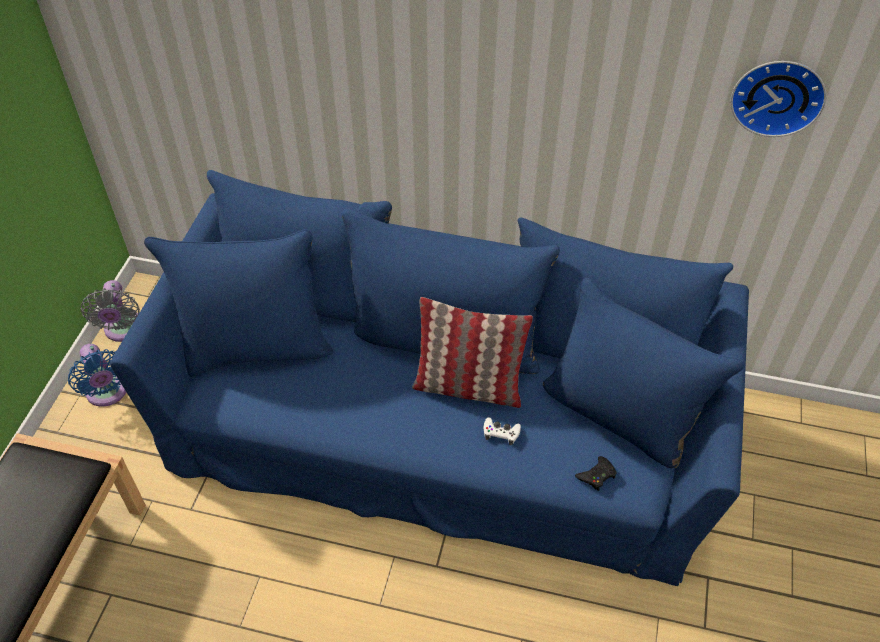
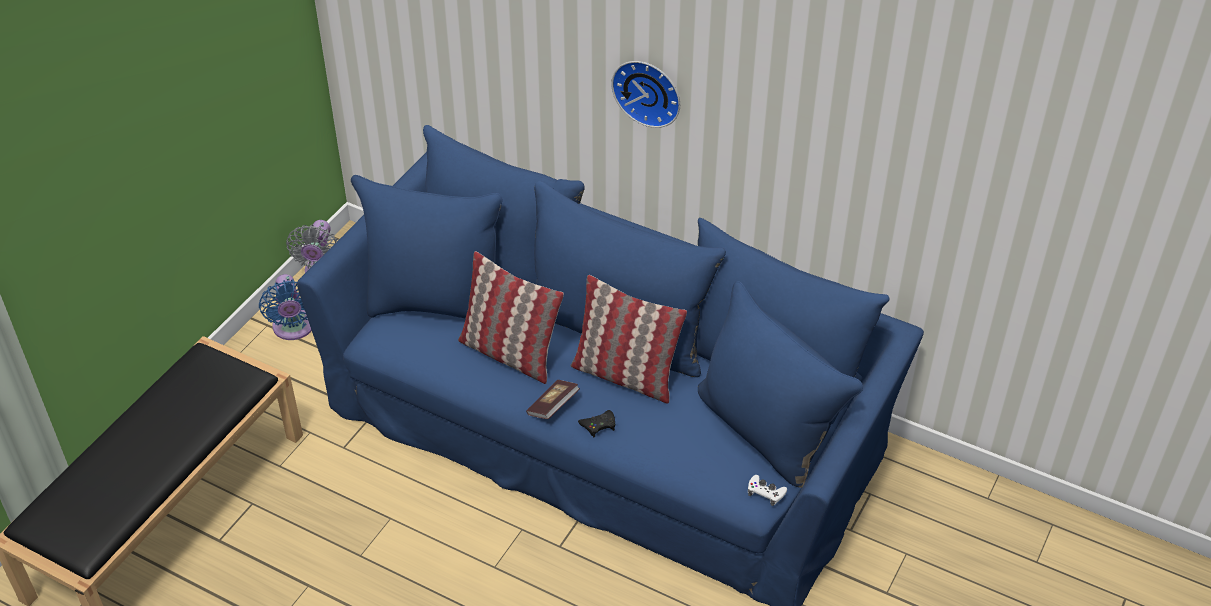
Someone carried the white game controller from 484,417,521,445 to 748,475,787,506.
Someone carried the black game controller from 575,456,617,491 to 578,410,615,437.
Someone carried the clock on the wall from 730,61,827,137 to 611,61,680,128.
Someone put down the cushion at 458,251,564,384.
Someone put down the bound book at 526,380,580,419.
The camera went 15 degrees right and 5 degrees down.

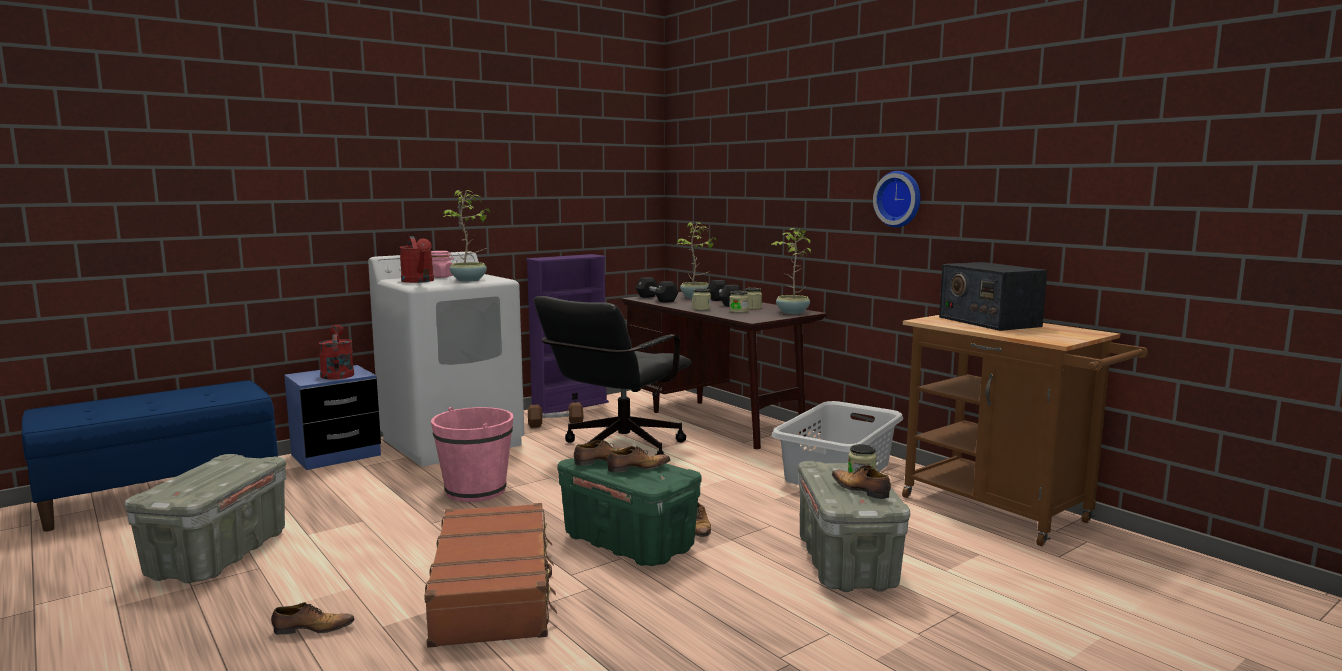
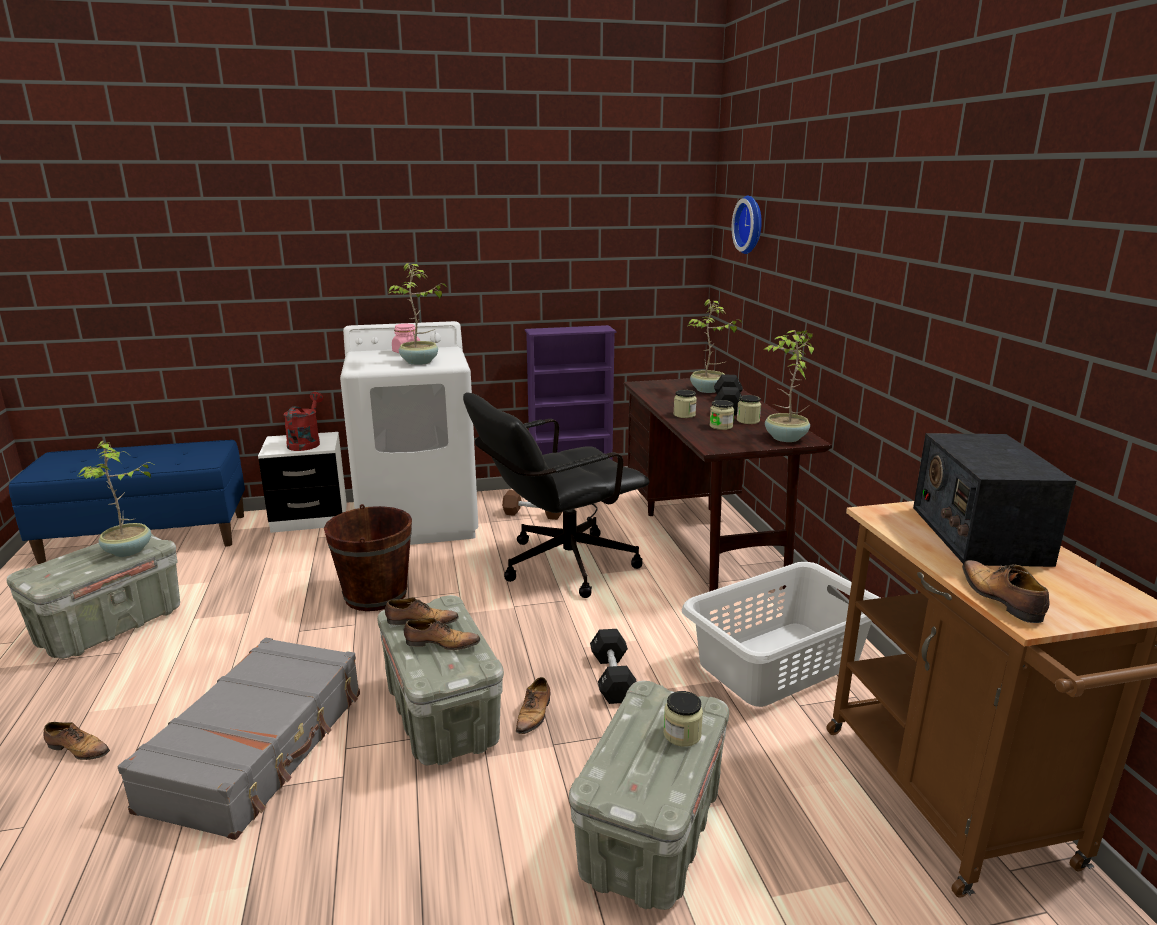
Someone repainted the blue bedside table at 284,365,381,470, which became the white bedside table at 258,432,347,533.
Someone took away the red sprinkling can at 399,236,434,283.
Someone repainted the brownish travel case at 424,503,557,648, which became the gray travel case at 118,638,360,840.
Someone repainted the pink water bucket at 431,407,513,502, which became the brownish water bucket at 324,504,412,611.
Someone repainted the greenish storage box at 557,448,702,566, which became the gray storage box at 377,595,504,765.
Someone carried the black hand weight from 636,277,679,303 to 590,629,637,704.
Someone carried the low shoe from 832,465,891,499 to 962,560,1050,623.
Someone carried the clock on the wall from 873,171,921,227 to 732,196,762,254.
Someone put down the houseplant at 78,441,153,557.
The camera went 25 degrees right and 10 degrees up.

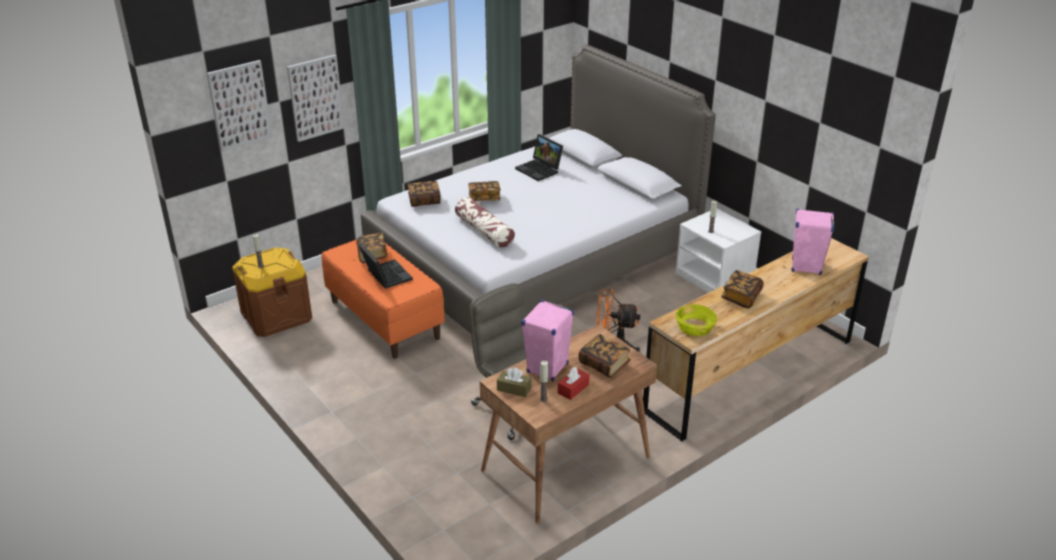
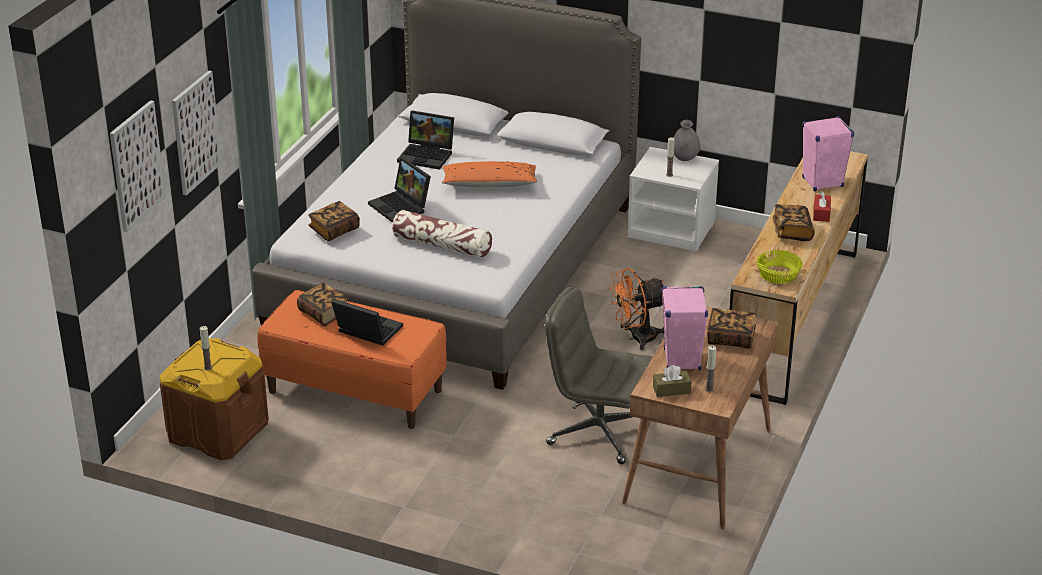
Someone swapped the bound book at 468,181,501,201 for the portable computer at 368,158,431,223.
Someone carried the red tissue holder from 558,367,589,400 to 813,191,831,222.
Someone put down the orange cushion at 442,161,538,188.
Someone put down the gray flower vase at 674,120,700,161.
The camera went 30 degrees left and 0 degrees up.

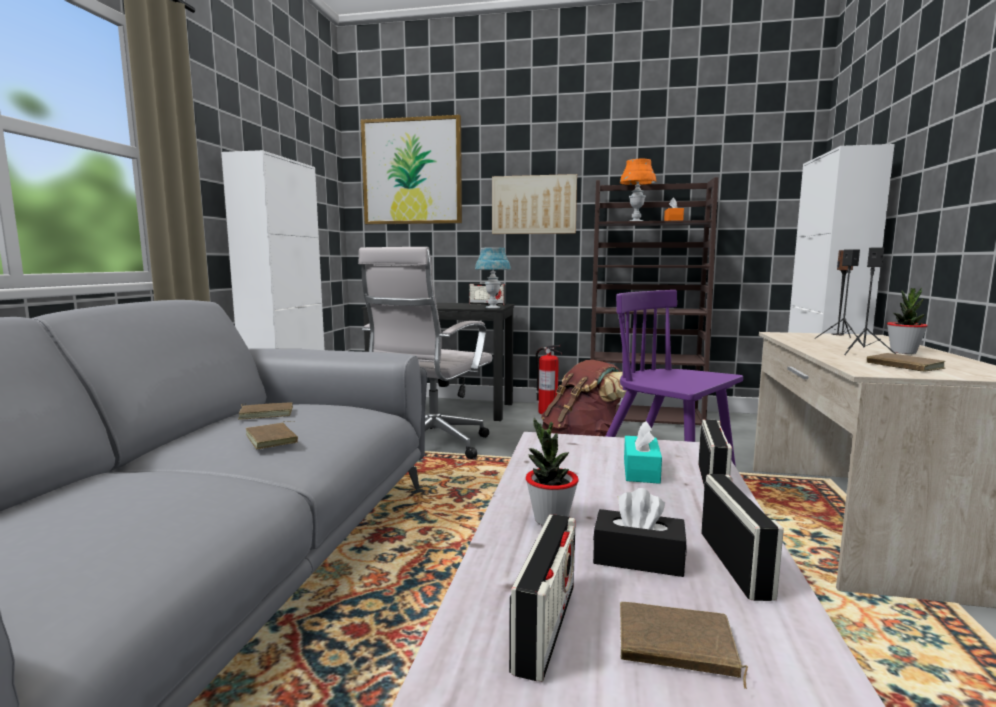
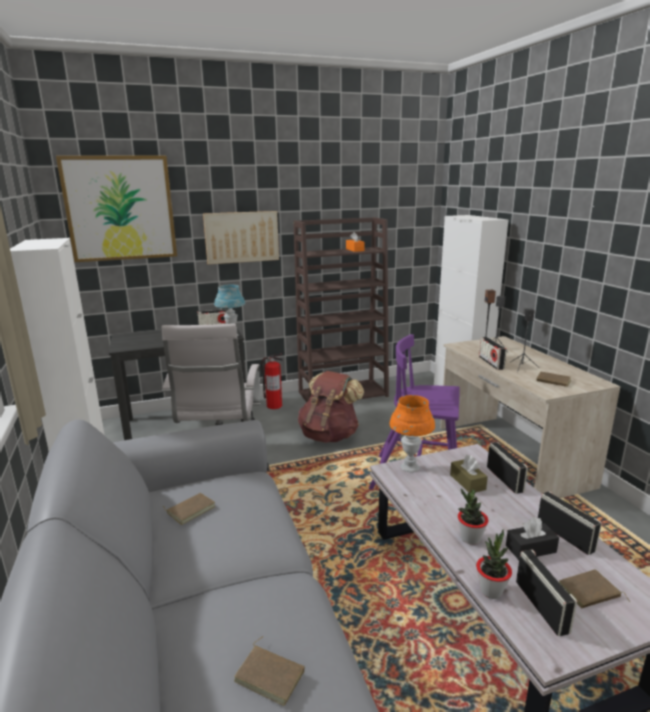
Someone carried the brownish bound book from 245,421,298,449 to 234,636,305,706.
Someone carried the orange table lamp from 620,159,656,221 to 390,395,435,472.
Someone repainted the turquoise-coloured tissue holder at 624,421,662,484, which became the brownish tissue holder at 450,455,488,493.
Someone carried the houseplant from 887,288,928,354 to 476,529,512,599.
Someone put down the radio receiver at 479,337,506,370.
The camera went 30 degrees left and 10 degrees up.

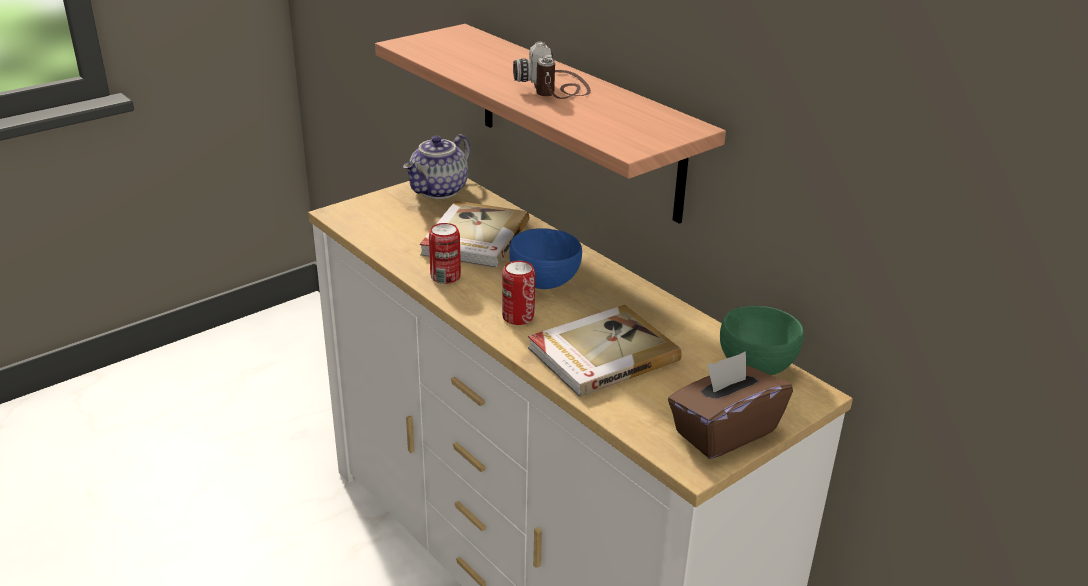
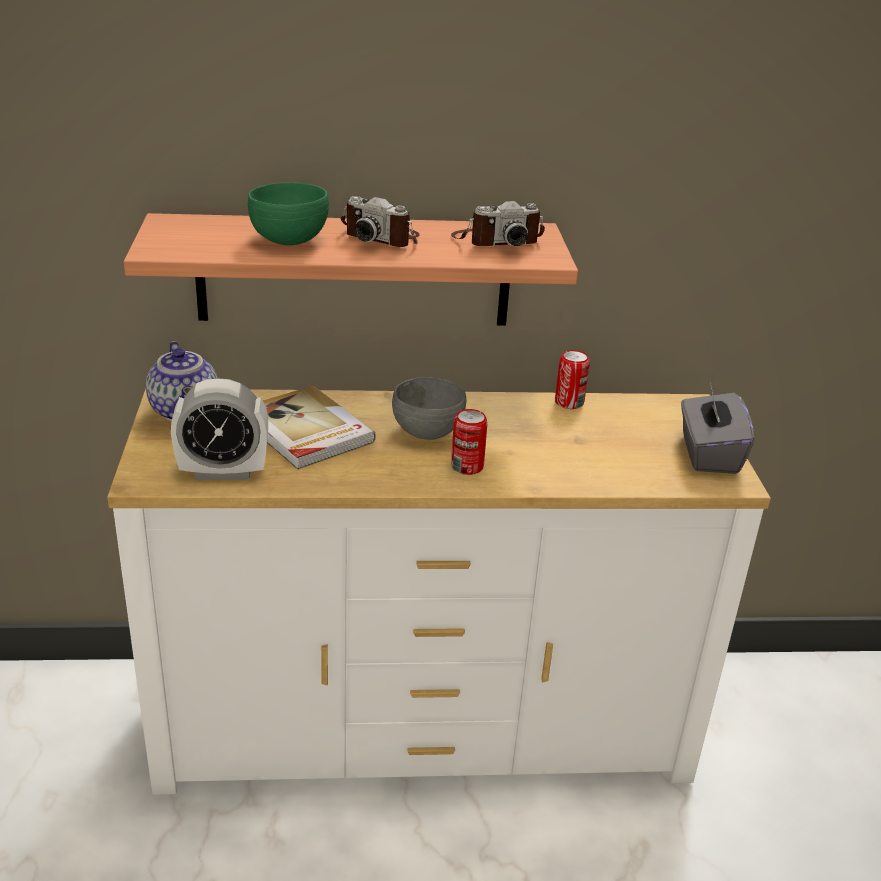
Someone carried the sealed can from 429,223,461,284 to 555,350,590,409.
Someone repainted the blue bowl at 509,228,582,289, which became the gray bowl at 392,377,466,440.
Someone took away the bound book at 528,305,682,397.
Someone repainted the brownish tissue holder at 668,351,793,459, which became the gray tissue holder at 681,382,754,474.
Someone carried the greenish bowl from 720,306,804,375 to 248,182,329,245.
Someone put down the alarm clock at 171,378,268,480.
Someone put down the photo camera at 451,201,545,246.
The camera went 55 degrees left and 0 degrees up.

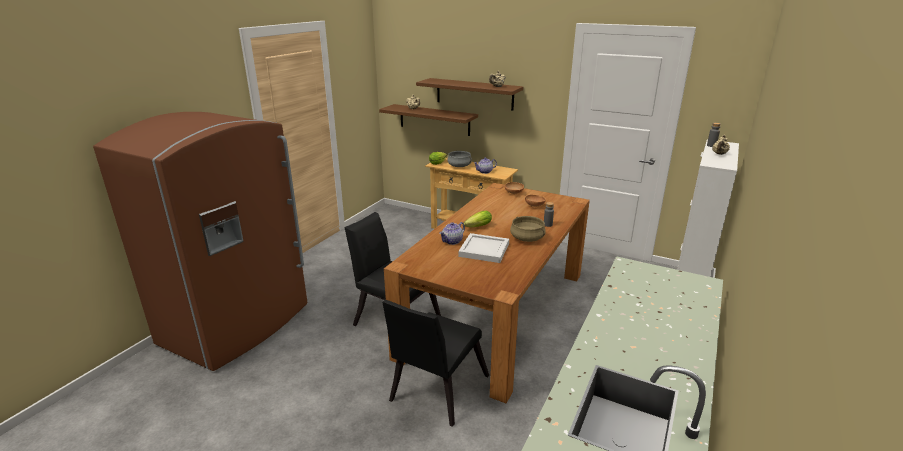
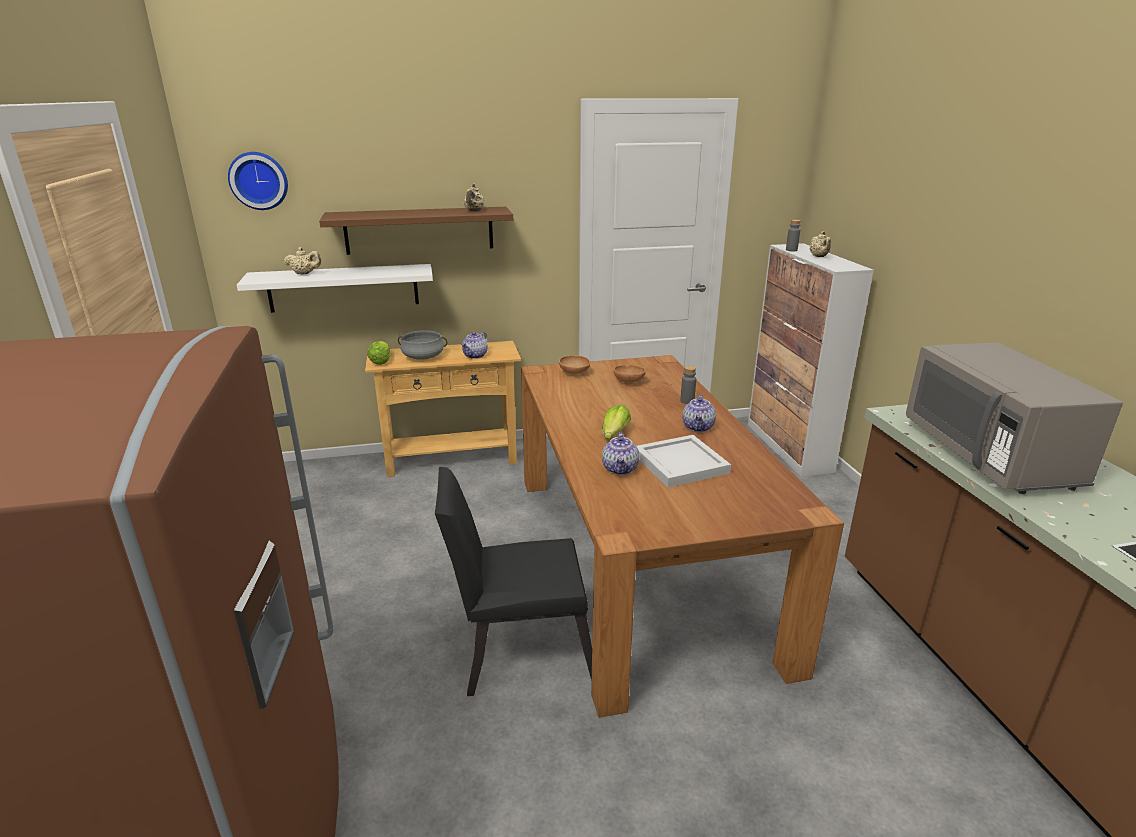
Someone repainted the brownish wall shelf at 379,104,478,136, which became the white wall shelf at 237,264,433,313.
Someone took away the black plain chair at 382,300,489,427.
Someone swapped the beige-coloured cooking pot at 510,216,545,242 for the pot for tea at 682,395,716,432.
Someone put up the clock on the wall at 228,152,288,210.
Someone put down the gray microwave at 906,342,1123,494.
The camera went 40 degrees left and 0 degrees up.

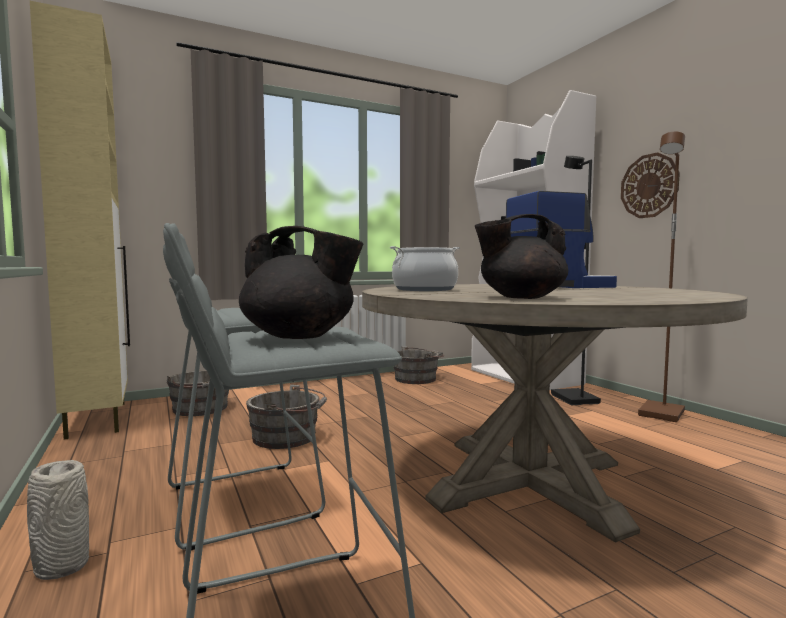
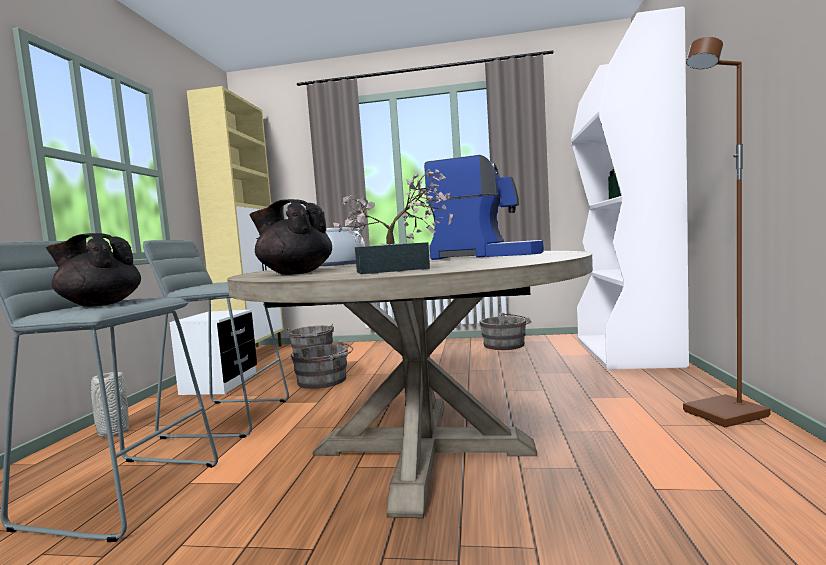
Someone rotated the black pot for tea at 239,226,364,339 by 135 degrees clockwise.
Someone took away the black standing lamp at 551,156,601,405.
Someone took away the clock on the wall at 621,152,680,218.
Someone put down the white bedside table at 170,310,257,395.
Someone put down the houseplant at 333,169,453,274.
The camera went 35 degrees right and 0 degrees up.

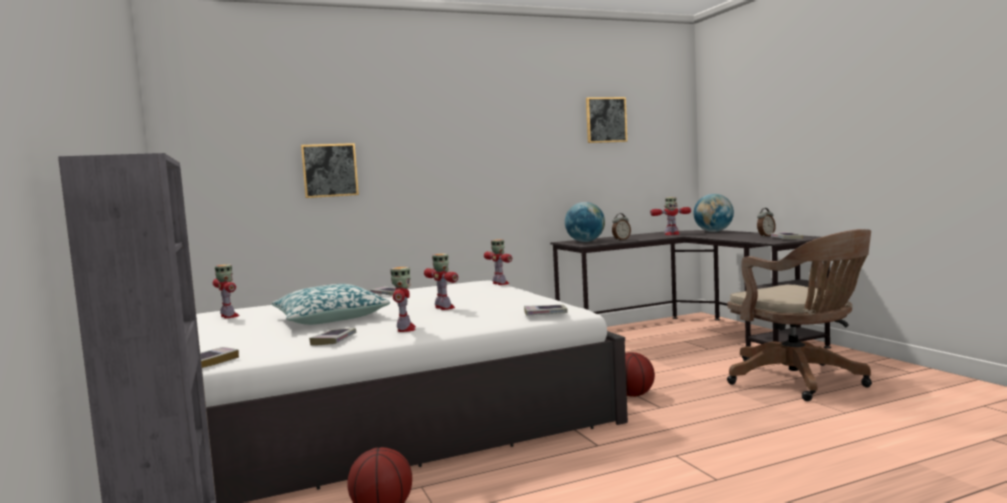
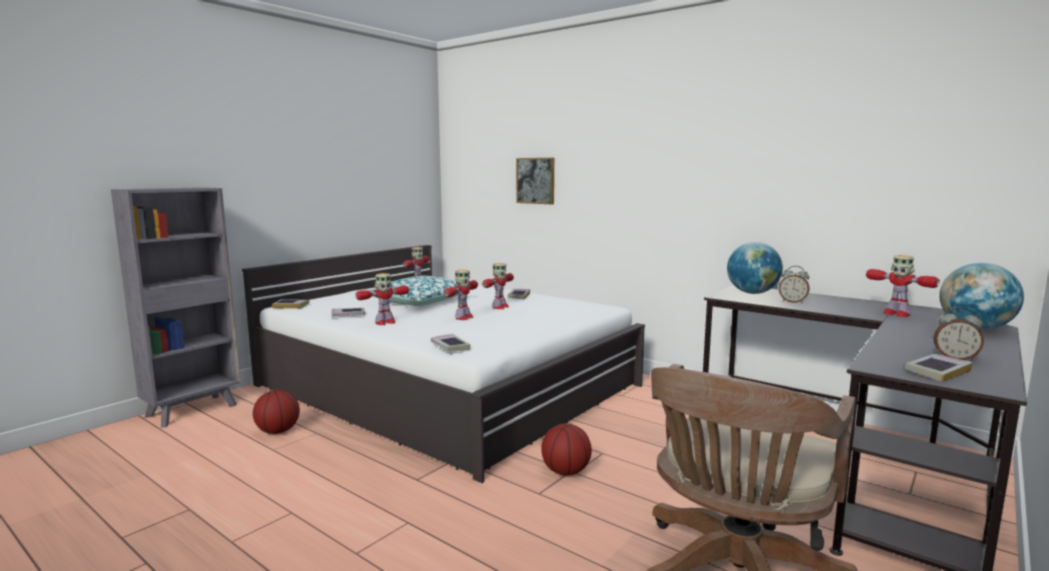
Someone carried the toy robot from 484,239,512,285 to 482,263,514,309.
Someone took away the wall art at 586,97,627,143.
The camera went 60 degrees right and 5 degrees up.

